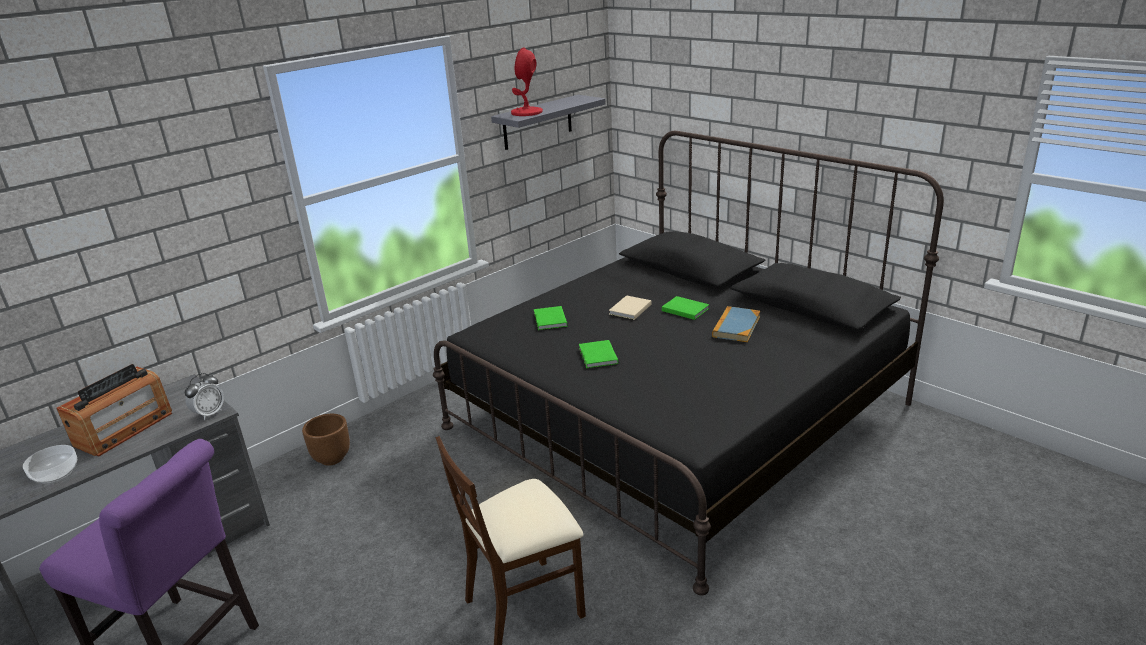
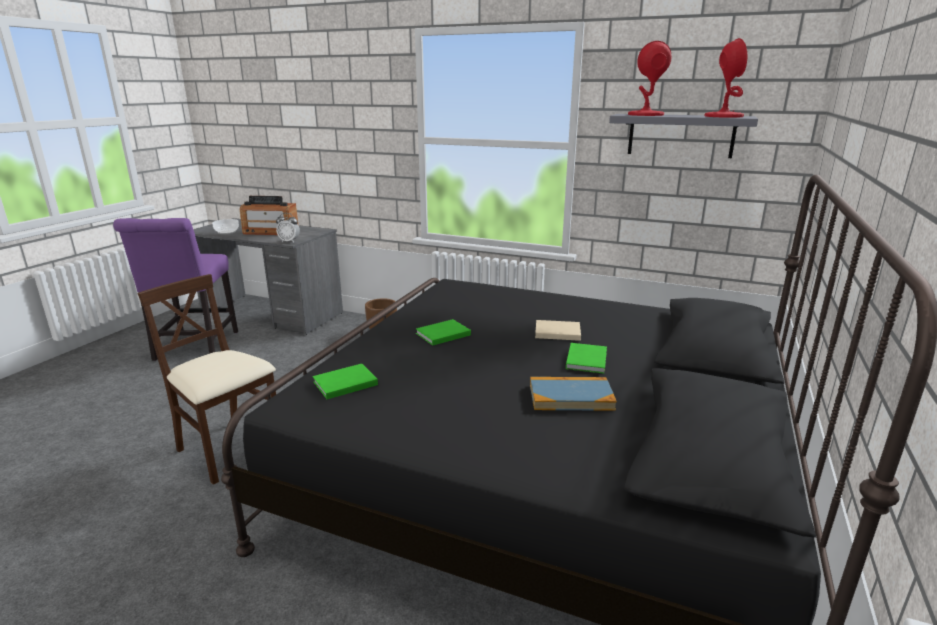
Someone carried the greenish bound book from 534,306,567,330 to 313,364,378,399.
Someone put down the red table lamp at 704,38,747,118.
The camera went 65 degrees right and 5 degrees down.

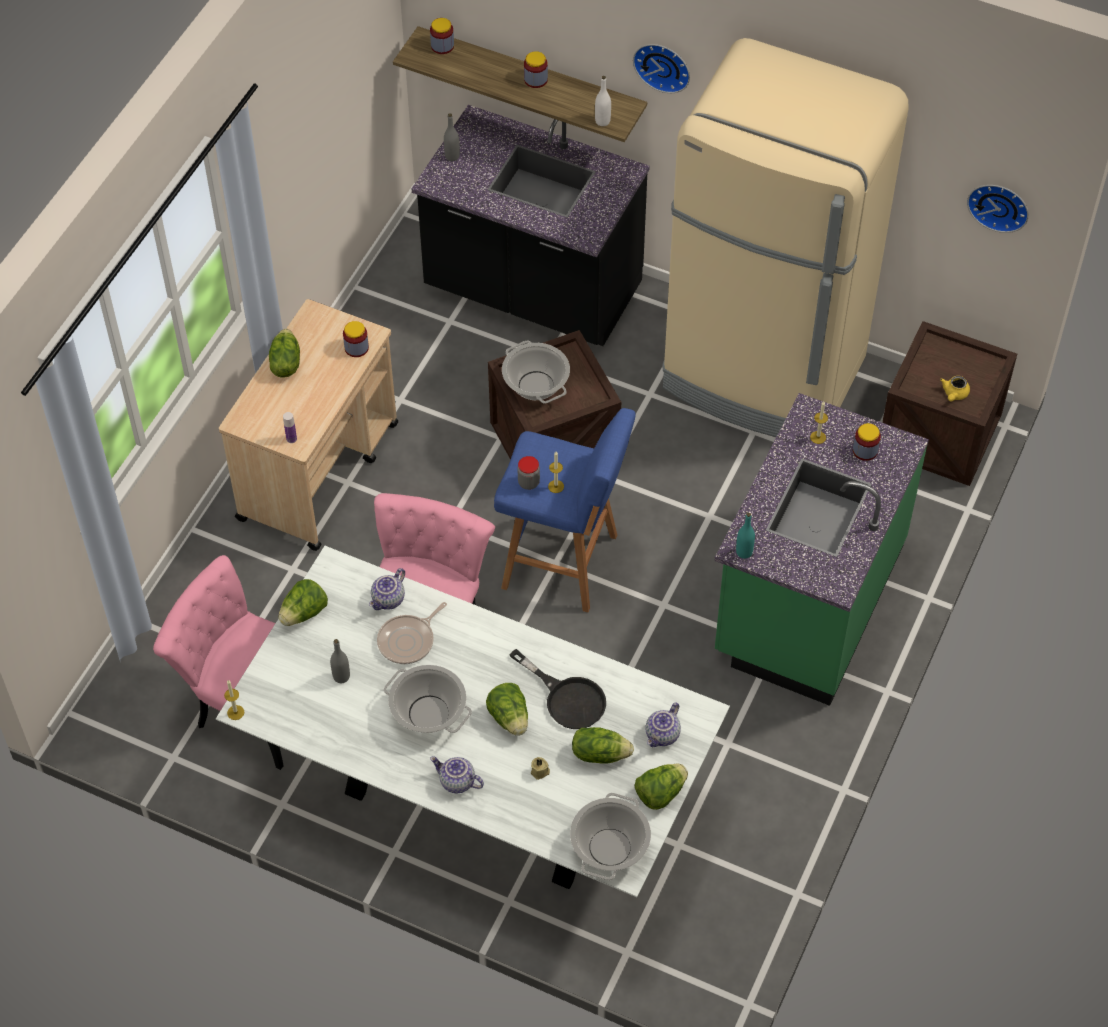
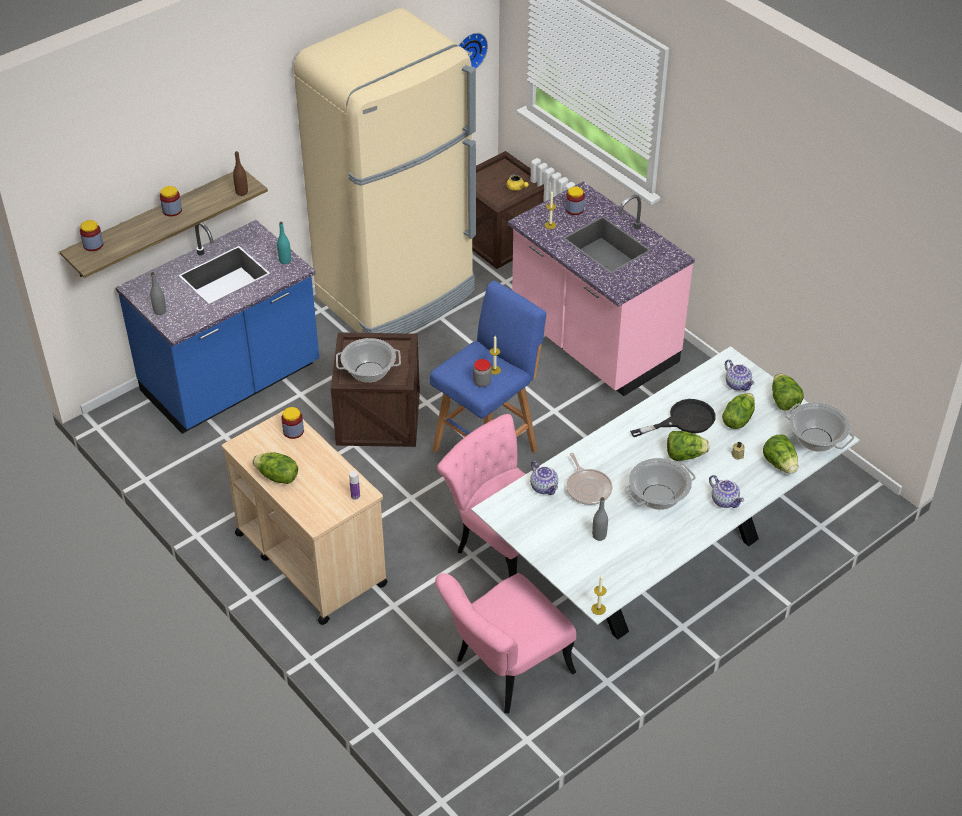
Someone carried the head of lettuce from 279,579,328,626 to 763,434,798,474.
Someone repainted the black kitchen counter at 412,105,650,346, which became the blue kitchen counter at 116,220,320,434.
Someone rotated the pot for tea at 430,756,484,793 by 90 degrees counterclockwise.
Someone repainted the white beverage bottle at 595,76,611,126, which became the brownish beverage bottle at 233,151,248,196.
Someone took away the clock on the wall at 633,44,690,93.
Someone repainted the greenish kitchen counter at 715,393,929,706, which became the pink kitchen counter at 508,182,695,396.
Someone carried the turquoise-coloured beverage bottle from 736,513,755,559 to 277,222,291,264.
The camera went 65 degrees left and 10 degrees down.

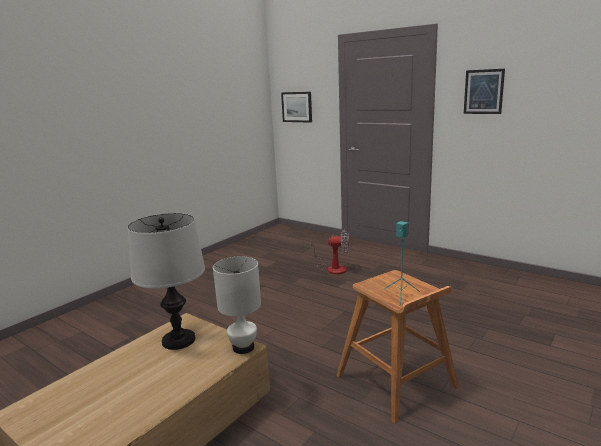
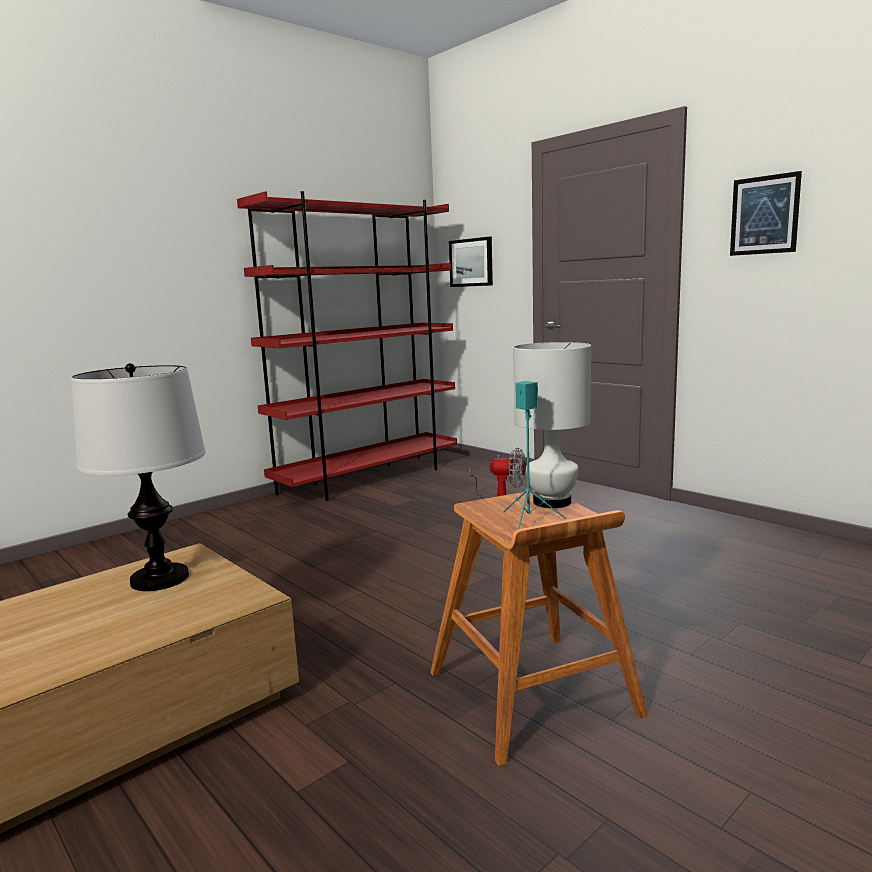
Someone carried the white table lamp from 213,256,261,354 to 513,342,591,508.
Someone put down the red shelving unit at 237,191,457,501.
The camera went 10 degrees right and 5 degrees down.

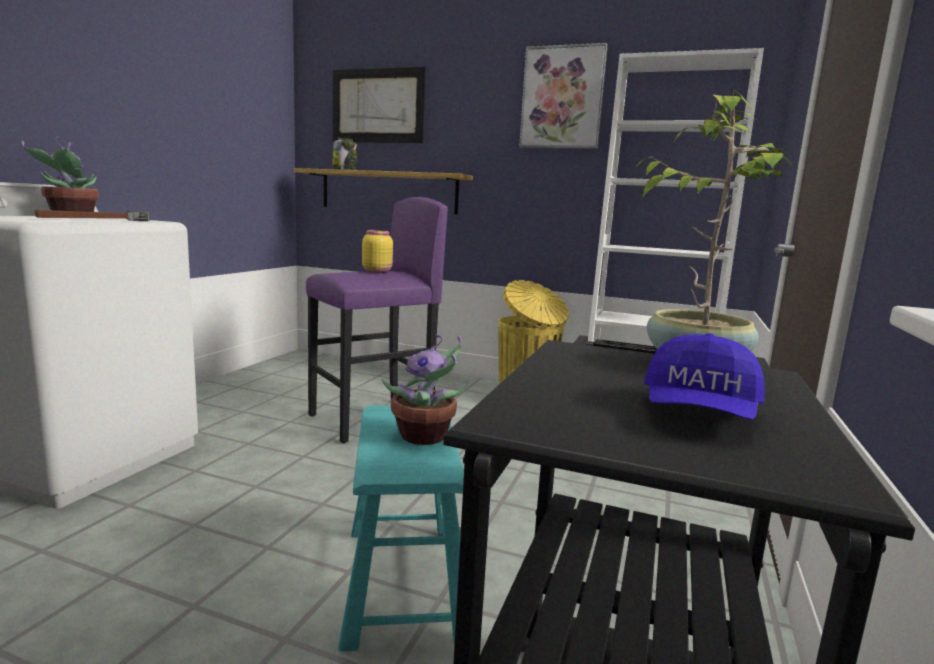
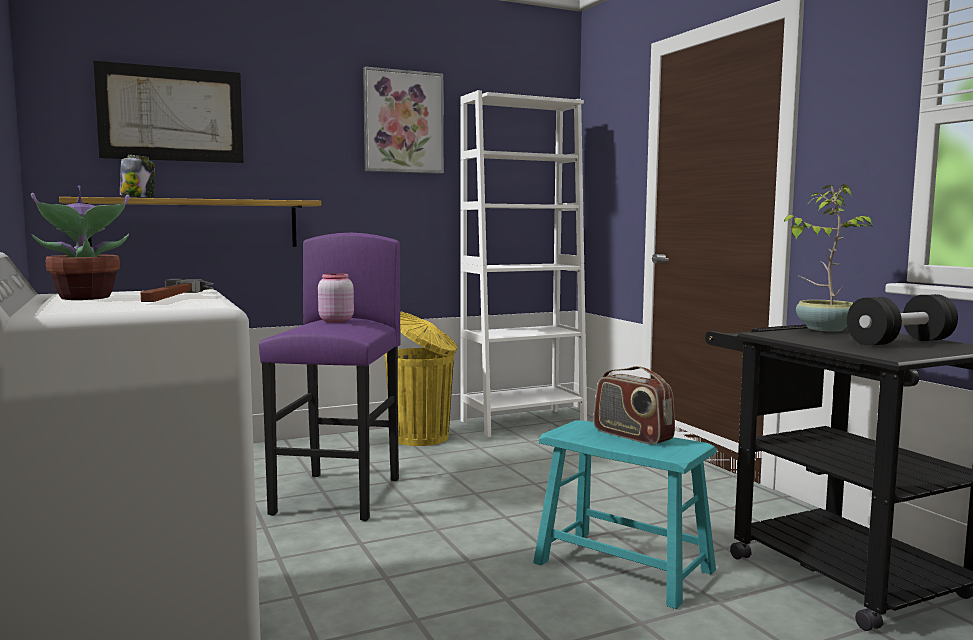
Someone repainted the yellow storage jar at 362,230,393,273, which became the pink storage jar at 318,273,354,323.
Someone swapped the houseplant at 381,335,468,445 for the radio receiver at 593,366,675,445.
Someone swapped the blue baseball cap at 644,333,765,420 for the black hand weight at 847,294,958,346.
The camera went 45 degrees left and 5 degrees down.

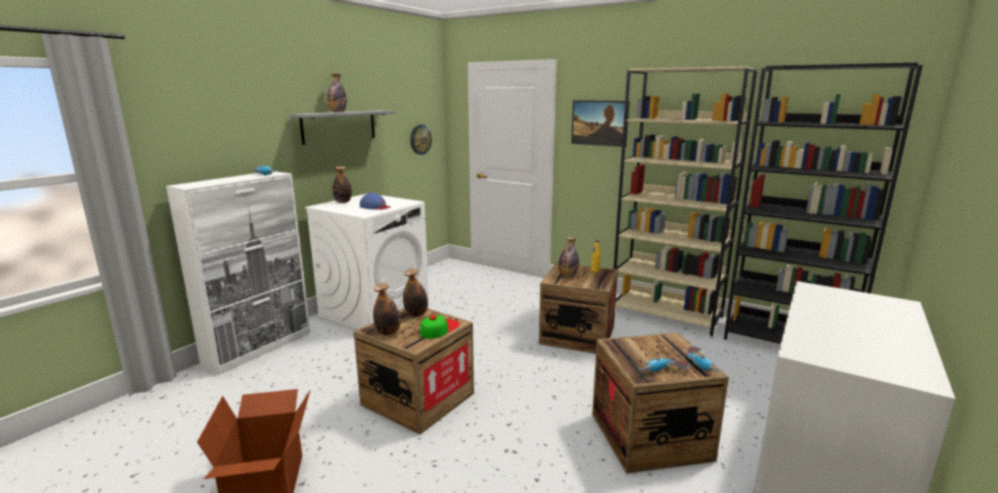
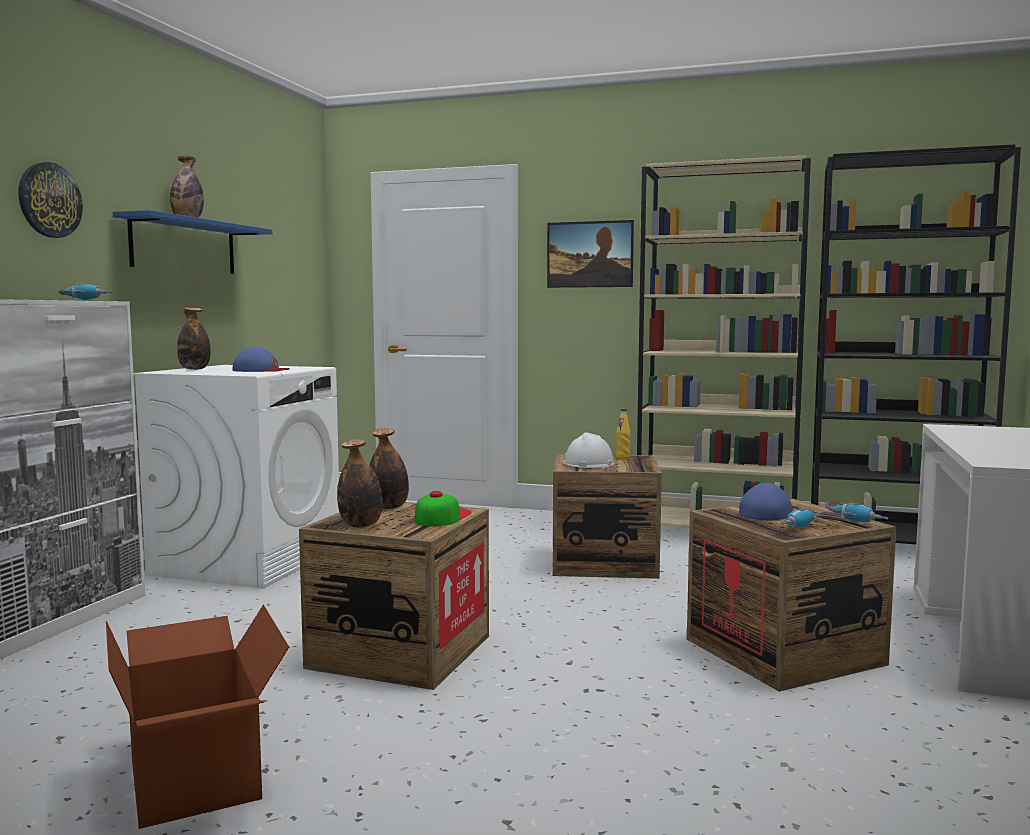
Someone repainted the gray wall shelf at 289,110,396,145, which became the blue wall shelf at 113,210,273,274.
Someone carried the clock on the wall from 410,125,432,155 to 18,162,83,238.
Someone swapped the beverage bottle at 559,238,579,277 for the white work helmet at 563,432,614,468.
Someone put down the blue baseball cap at 739,483,793,520.
The camera went 15 degrees left and 10 degrees down.

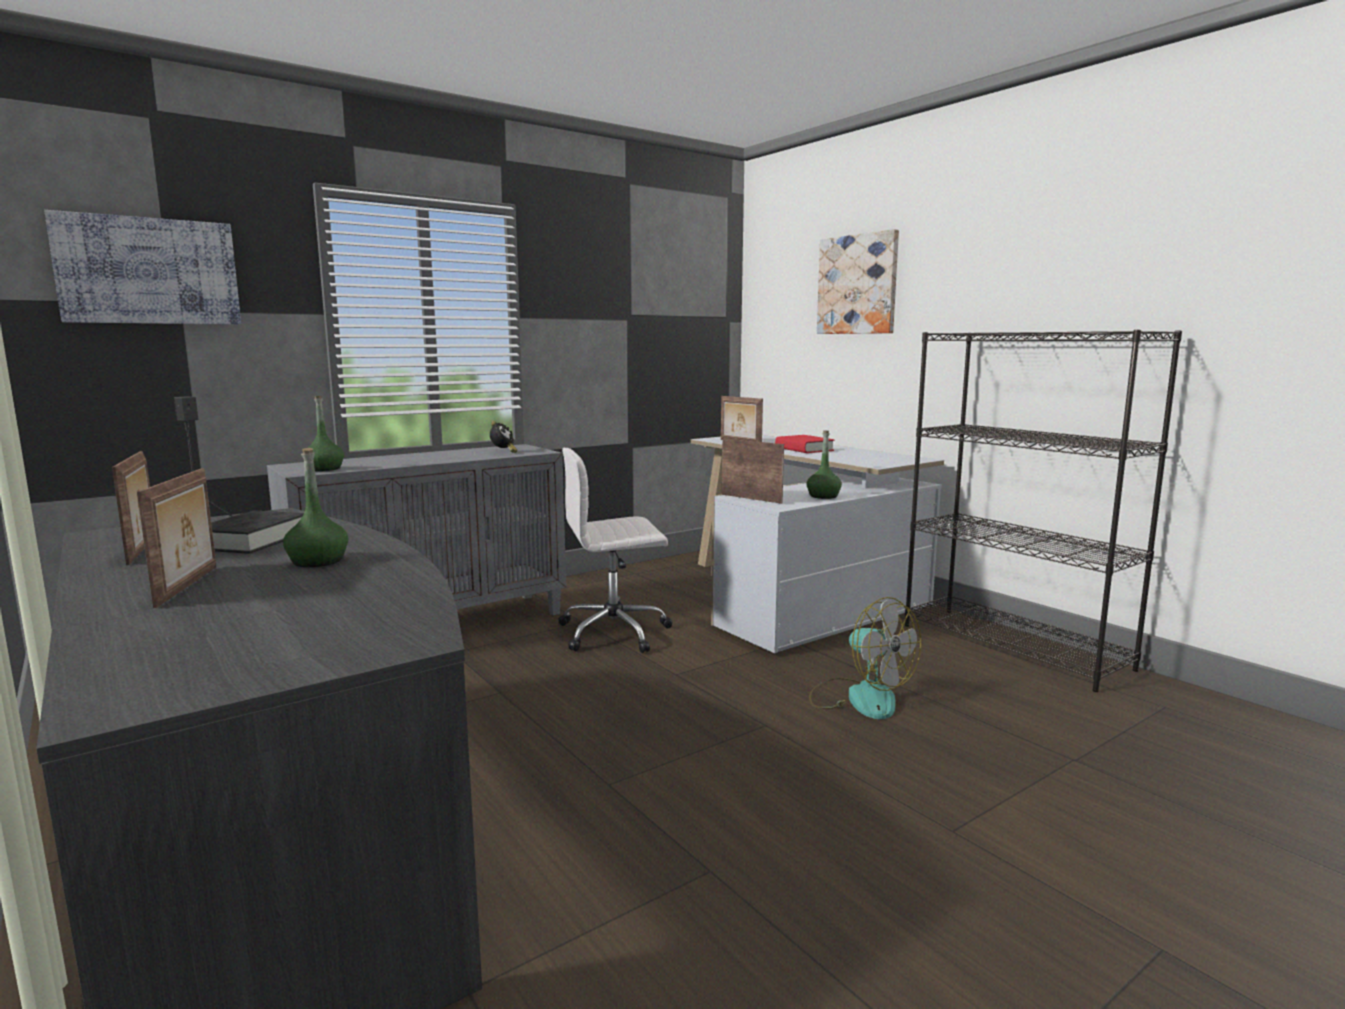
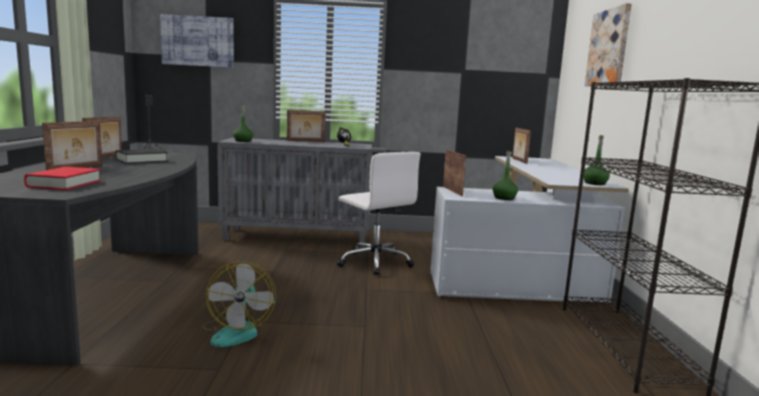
Someone carried the greenish beverage bottle from 283,448,348,567 to 584,135,610,185.
Someone rotated the white office chair at 558,448,672,653 by 150 degrees counterclockwise.
Someone carried the red bound book from 775,435,834,453 to 24,167,101,190.
Someone carried the electric fan from 809,597,921,719 to 202,261,276,347.
Someone put down the photo frame at 287,110,326,142.
The camera went 35 degrees right and 0 degrees up.

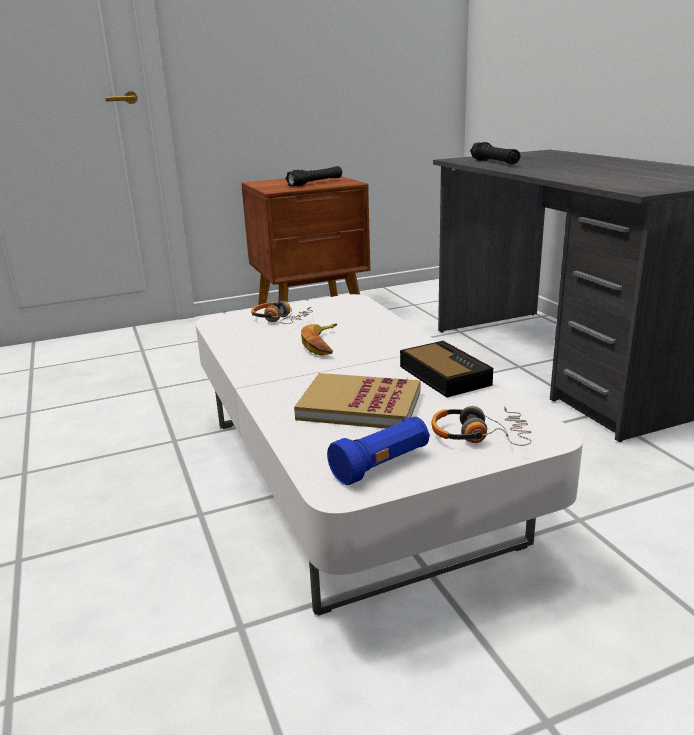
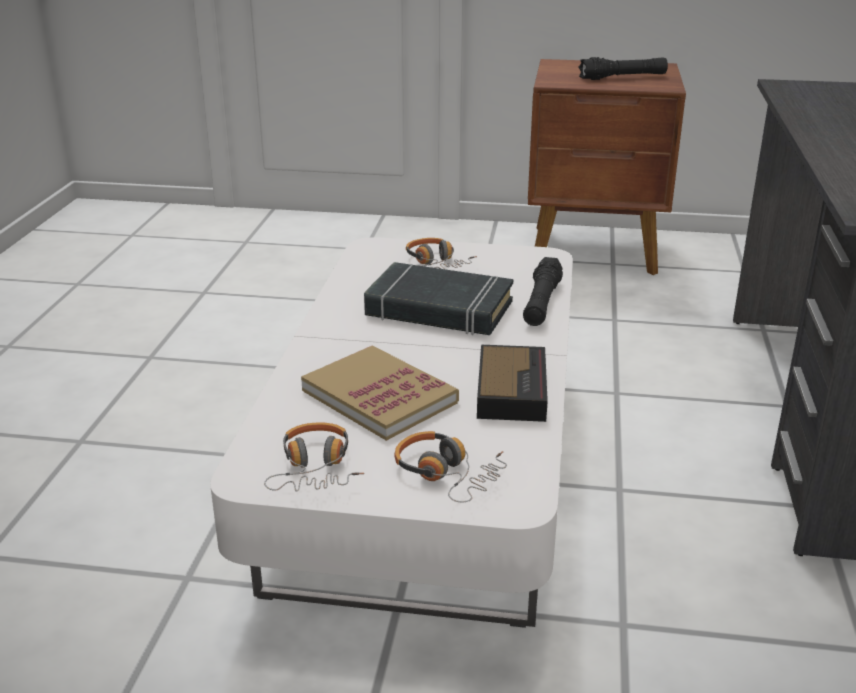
Someone swapped the whole banana at 301,324,337,356 for the black bound book at 364,262,513,335.
Someone swapped the blue flashlight at 327,417,430,485 for the pair of headphones at 264,422,364,492.
Someone carried the black flashlight from 470,142,520,164 to 523,257,563,326.
The camera went 30 degrees right and 5 degrees up.

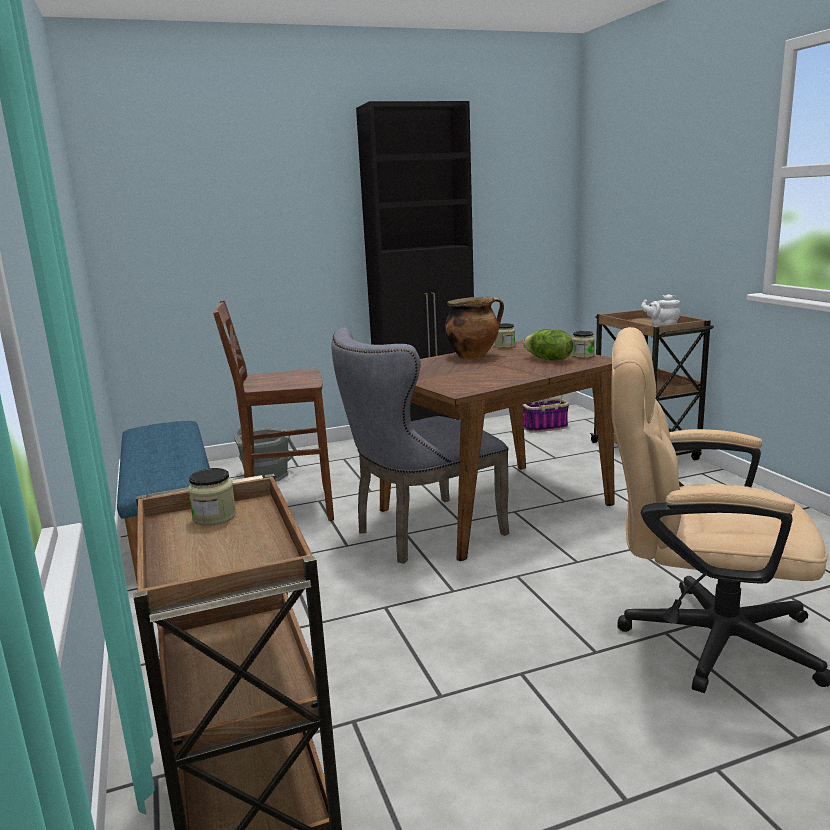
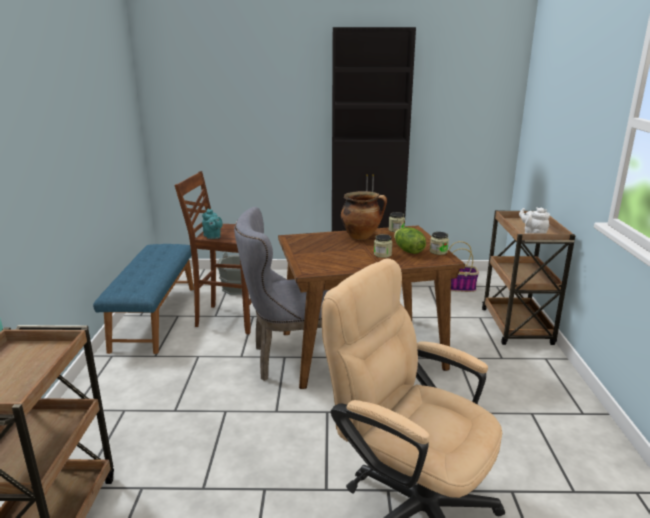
Someone carried the storage jar from 188,468,236,526 to 374,234,392,258.
Someone put down the turquoise-coloured pot for tea at 202,209,223,239.
The camera went 20 degrees right and 5 degrees up.

